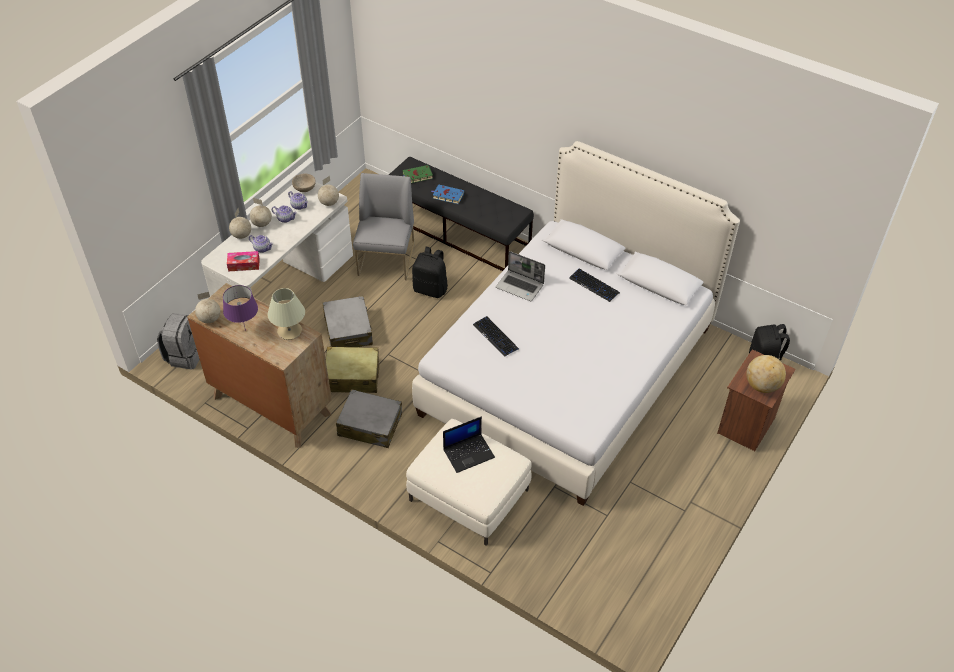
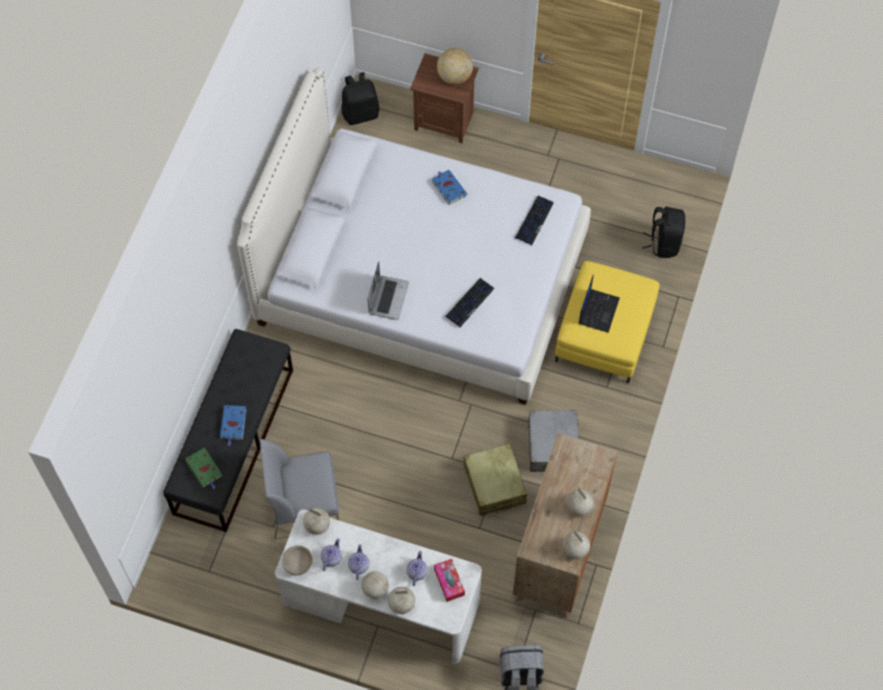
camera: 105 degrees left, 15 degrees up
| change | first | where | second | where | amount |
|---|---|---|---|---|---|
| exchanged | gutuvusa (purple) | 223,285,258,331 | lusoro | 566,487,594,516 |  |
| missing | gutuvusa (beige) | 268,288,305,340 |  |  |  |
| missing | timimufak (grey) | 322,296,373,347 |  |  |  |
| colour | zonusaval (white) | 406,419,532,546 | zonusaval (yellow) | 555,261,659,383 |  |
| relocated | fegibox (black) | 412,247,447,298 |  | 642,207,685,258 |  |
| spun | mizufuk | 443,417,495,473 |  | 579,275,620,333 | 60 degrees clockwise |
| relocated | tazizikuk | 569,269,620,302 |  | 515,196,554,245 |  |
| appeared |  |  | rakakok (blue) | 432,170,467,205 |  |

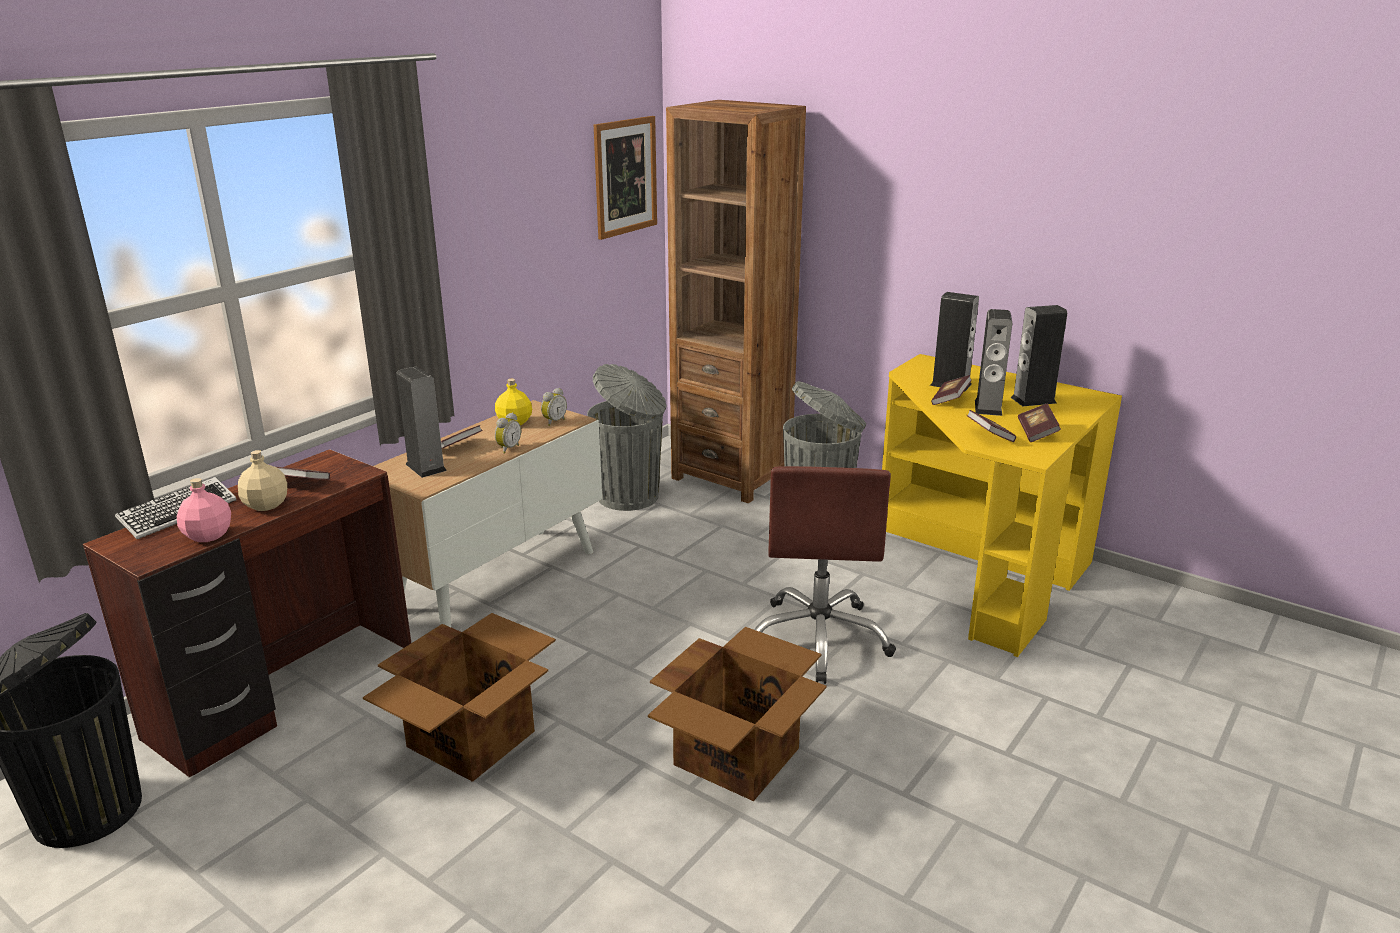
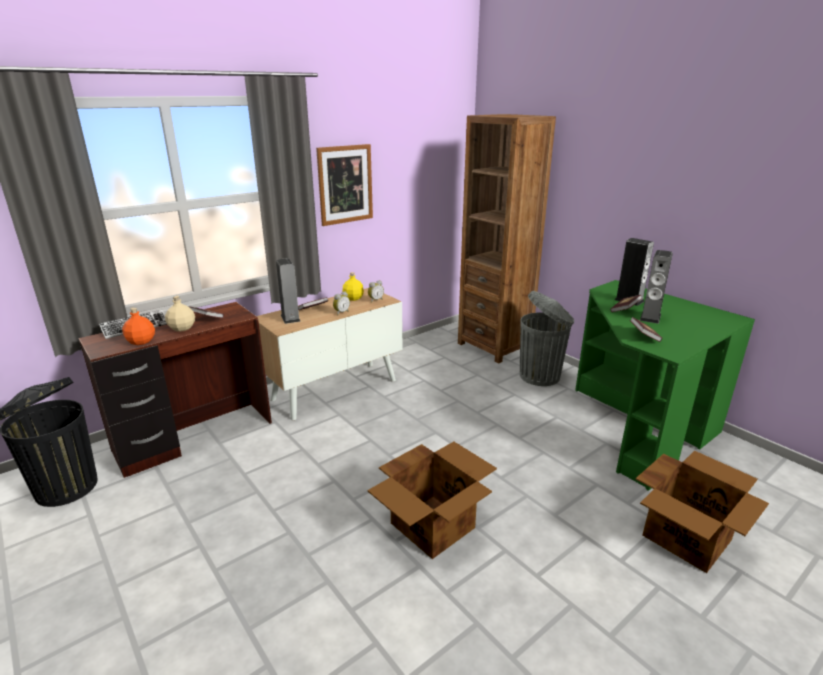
camera: 15 degrees right, 0 degrees up
| change | first | where | second | where | amount |
|---|---|---|---|---|---|
| colour | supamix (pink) | 176,478,231,542 | supamix (orange) | 122,308,155,345 |  |
| relocated | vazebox | 363,613,556,782 |  | 636,451,769,573 |  |
| missing | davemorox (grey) | 587,364,667,511 |  |  |  |
| relocated | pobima | 594,116,657,240 |  | 316,144,373,226 |  |
| missing | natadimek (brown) | 754,466,896,684 |  |  |  |
| colour | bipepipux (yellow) | 882,354,1122,657 | bipepipux (green) | 575,280,755,491 |  |
| missing | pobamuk | 1010,305,1067,406 |  |  |  |
| missing | rakakok | 1018,403,1061,442 |  |  |  |

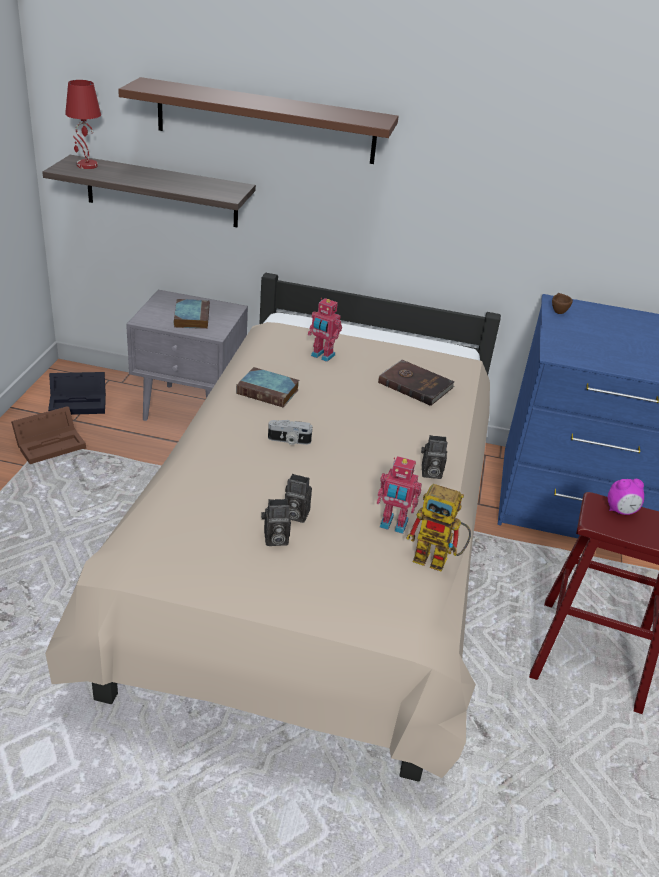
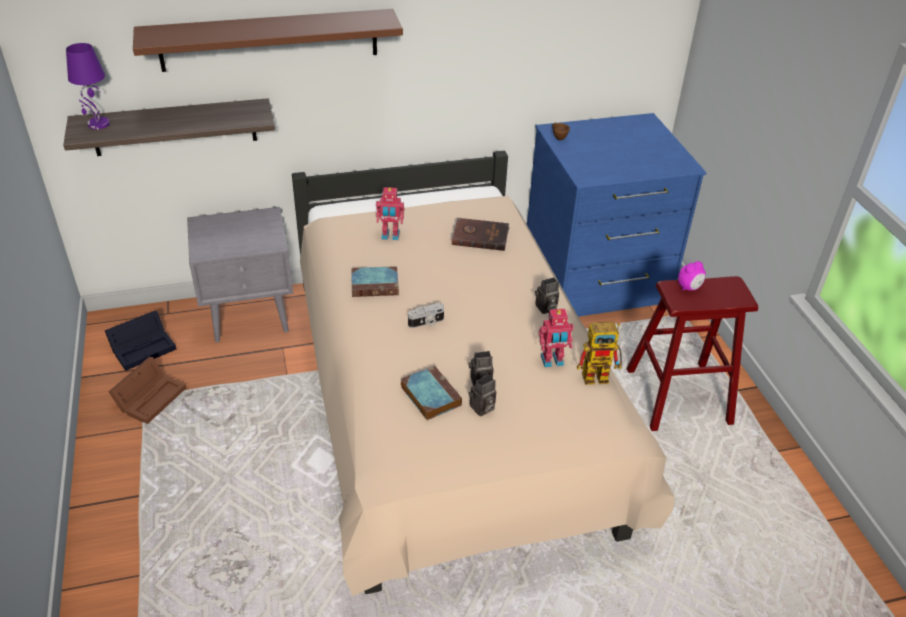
camera: 25 degrees left, 5 degrees up
| change | first | where | second | where | amount |
|---|---|---|---|---|---|
| colour | gutuvusa (red) | 65,80,101,169 | gutuvusa (purple) | 66,43,110,129 |  |
| relocated | rakakok | 174,299,210,329 |  | 401,366,462,420 |  |

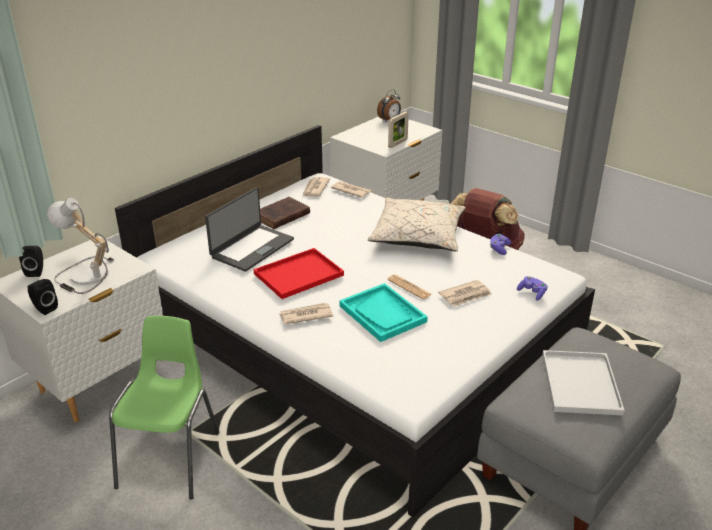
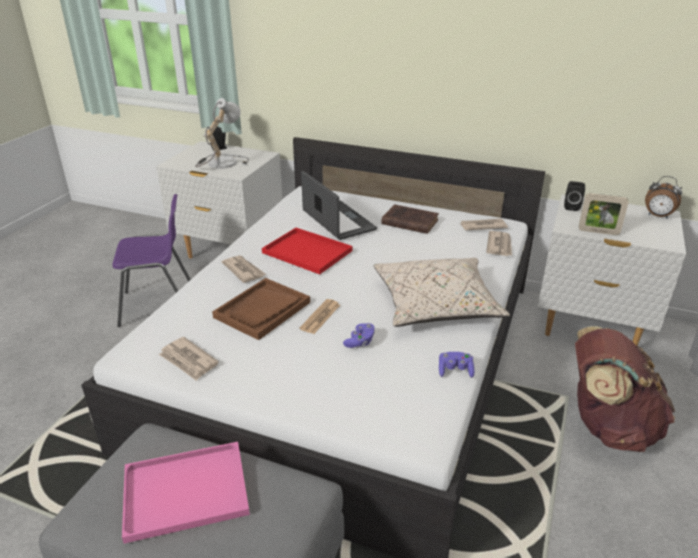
camera: 70 degrees right, 0 degrees up
| change | first | where | second | where | amount |
|---|---|---|---|---|---|
| relocated | pobamuk (black) | 28,279,58,315 |  | 564,181,585,211 |  |
| colour | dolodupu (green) | 109,316,219,500 | dolodupu (purple) | 112,194,191,327 |  |
| spun | mizufuk | 205,187,294,272 |  | 301,171,377,240 | 135 degrees counterclockwise |
| colour | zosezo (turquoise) | 339,283,428,342 | zosezo (brown) | 212,278,310,340 |  |
| relocated | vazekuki | 438,280,491,306 |  | 159,337,219,381 |  |
| relocated | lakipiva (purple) | 517,276,548,300 |  | 343,323,375,348 |  |
| colour | zosezo (white) | 542,350,624,415 | zosezo (pink) | 122,442,250,544 |  |

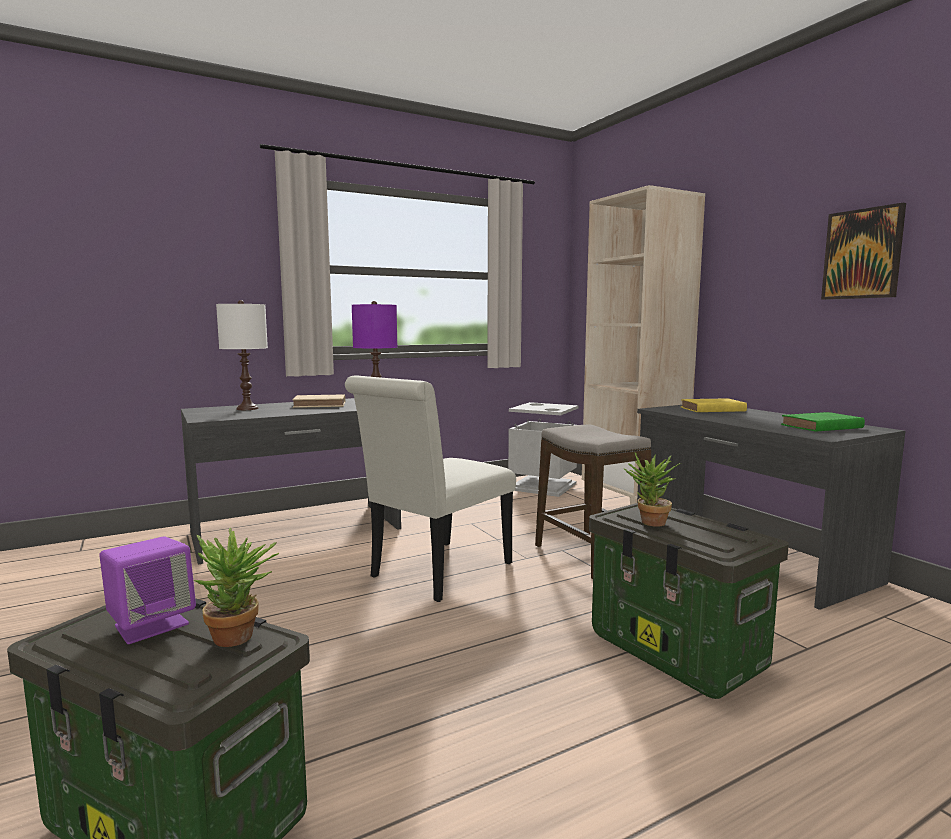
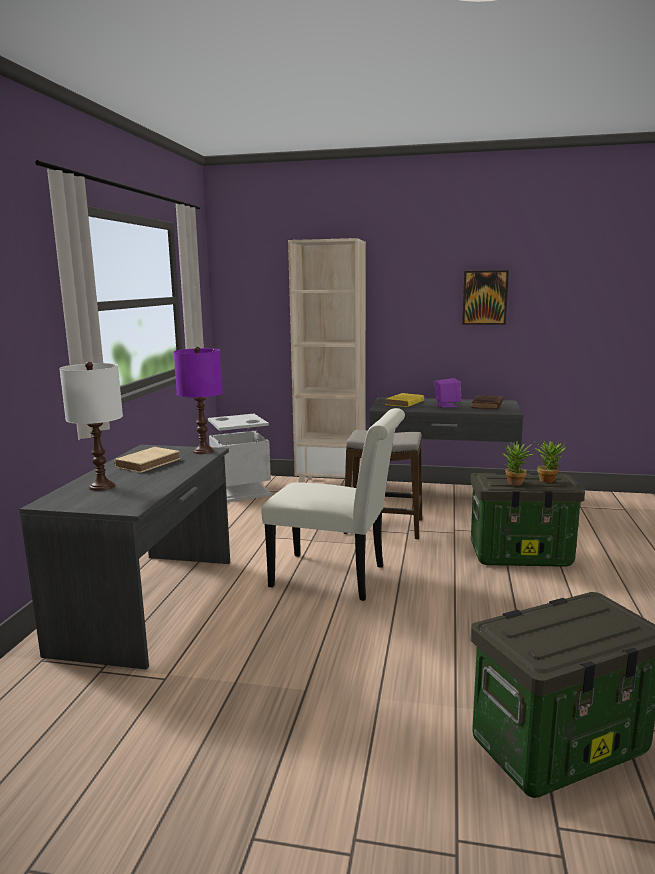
camera: 50 degrees left, 5 degrees up
| change | first | where | second | where | amount |
|---|---|---|---|---|---|
| relocated | pobamuk (purple) | 99,536,196,644 |  | 435,378,461,408 |  |
| relocated | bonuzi | 194,528,279,647 |  | 535,441,566,483 |  |
| spun | dolodupu (white) | 345,375,516,602 |  | 261,408,405,601 | 60 degrees counterclockwise |
| colour | rakakok (green) | 781,412,865,432 | rakakok (brown) | 471,395,503,409 |  |

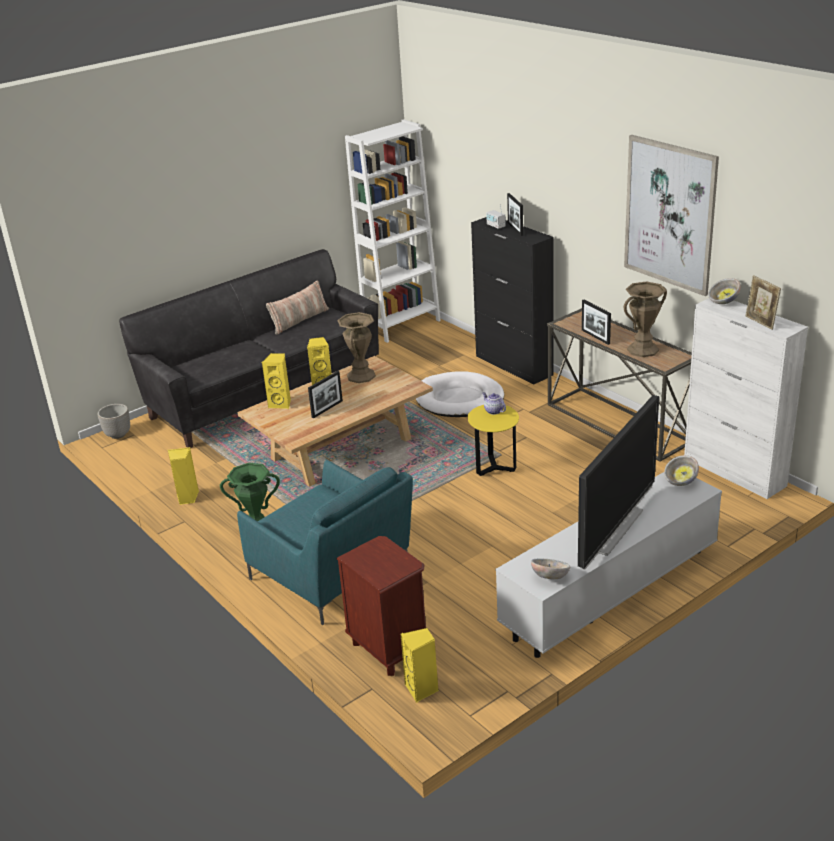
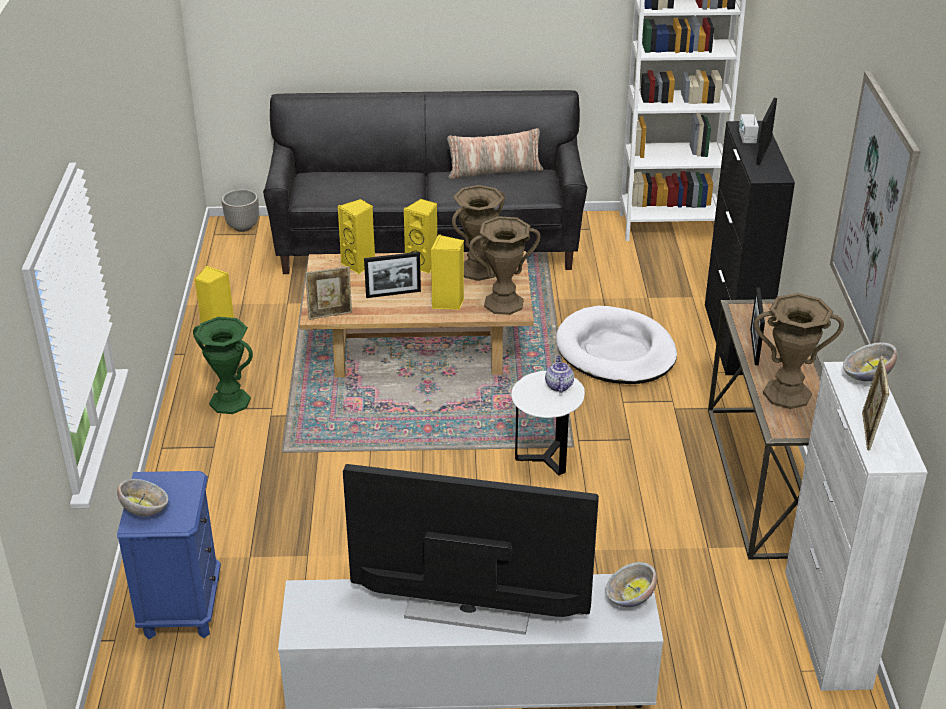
camera: 35 degrees right, 5 degrees up
| change | first | where | second | where | amount |
|---|---|---|---|---|---|
| missing | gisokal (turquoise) | 237,460,413,625 |  |  |  |
| colour | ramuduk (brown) | 336,536,426,676 | ramuduk (blue) | 117,471,221,640 |  |
| relocated | pobamuk (yellow) | 401,628,438,703 |  | 431,234,464,310 |  |
| colour | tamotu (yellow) | 468,405,519,476 | tamotu (white) | 511,371,585,475 |  |
| relocated | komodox | 531,559,570,579 |  | 117,479,168,516 |  |
| spun | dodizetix | 578,395,659,570 |  | 343,464,599,635 | 150 degrees counterclockwise |
| appeared |  |  | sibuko | 305,266,352,320 |  |
| appeared |  |  | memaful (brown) | 469,216,541,315 |  |

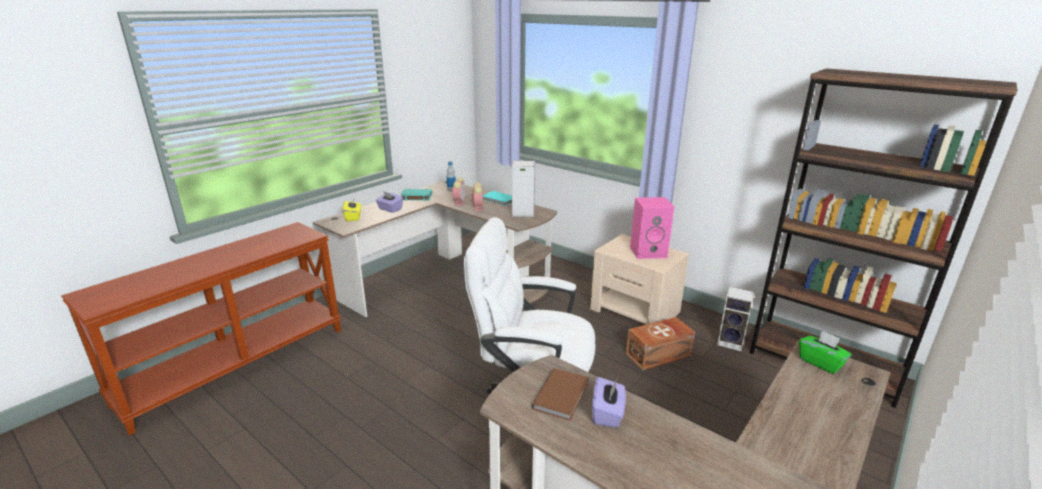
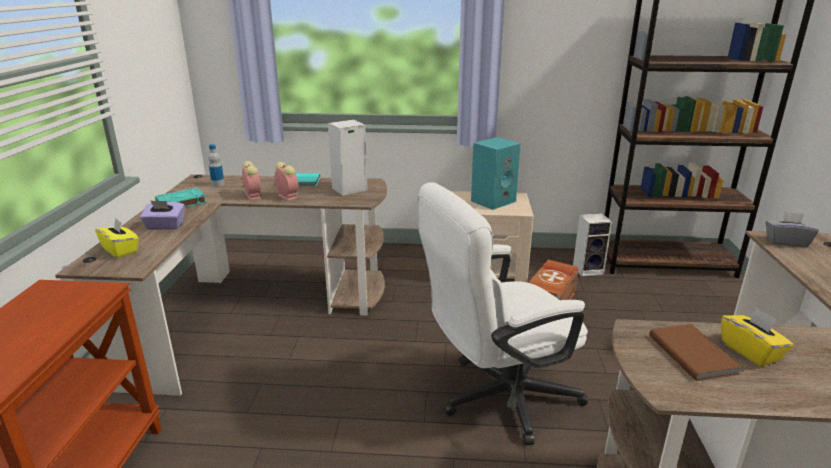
camera: 35 degrees left, 0 degrees up
| change | first | where | second | where | amount |
|---|---|---|---|---|---|
| colour | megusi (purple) | 592,377,626,428 | megusi (yellow) | 721,308,793,367 |  |
| colour | pobamuk (pink) | 630,197,674,259 | pobamuk (turquoise) | 471,137,521,210 |  |
| colour | megusi (green) | 799,330,852,374 | megusi (grey) | 766,211,819,247 |  |

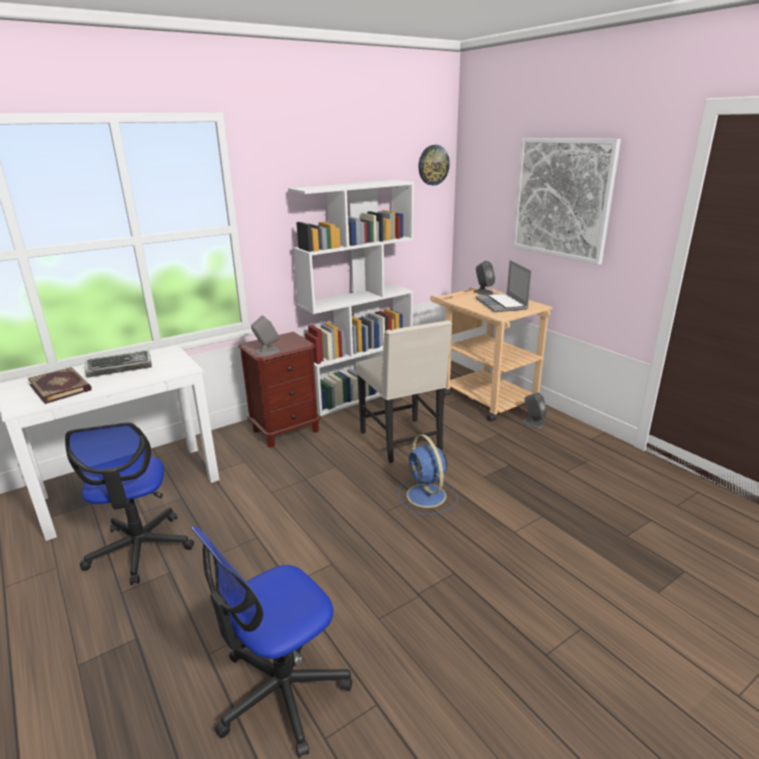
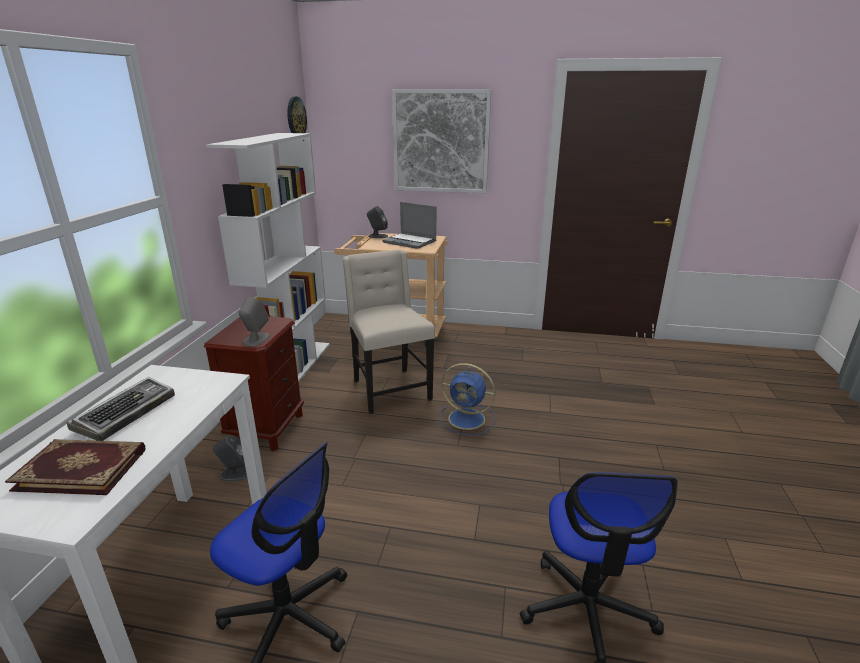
camera: 45 degrees left, 0 degrees up
| change | first | where | second | where | amount |
|---|---|---|---|---|---|
| spun | dolodupu (beige) | 356,320,452,463 |  | 342,250,435,414 | 135 degrees counterclockwise |
| relocated | pobamuk (grey) | 522,392,547,428 |  | 213,435,247,481 |  |

